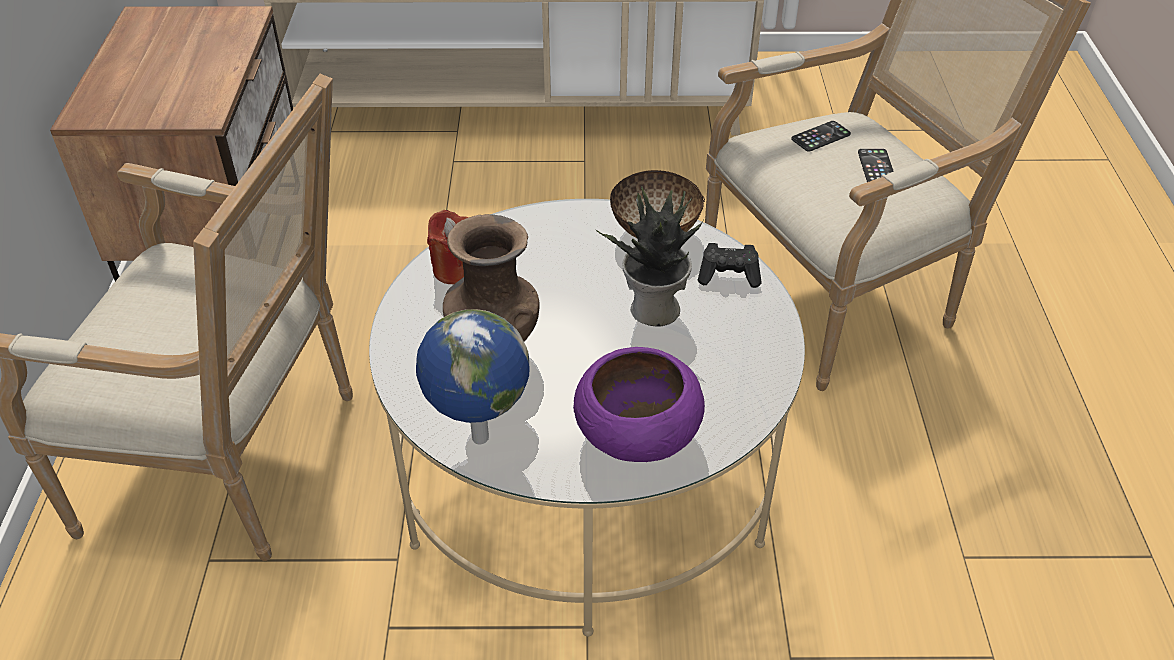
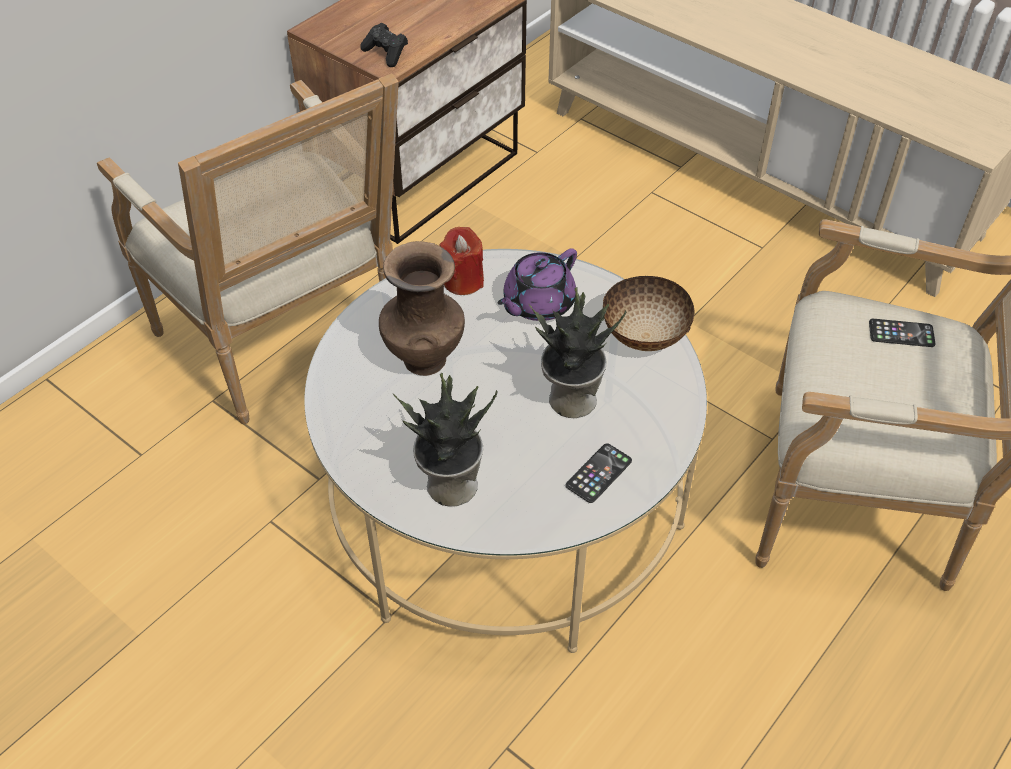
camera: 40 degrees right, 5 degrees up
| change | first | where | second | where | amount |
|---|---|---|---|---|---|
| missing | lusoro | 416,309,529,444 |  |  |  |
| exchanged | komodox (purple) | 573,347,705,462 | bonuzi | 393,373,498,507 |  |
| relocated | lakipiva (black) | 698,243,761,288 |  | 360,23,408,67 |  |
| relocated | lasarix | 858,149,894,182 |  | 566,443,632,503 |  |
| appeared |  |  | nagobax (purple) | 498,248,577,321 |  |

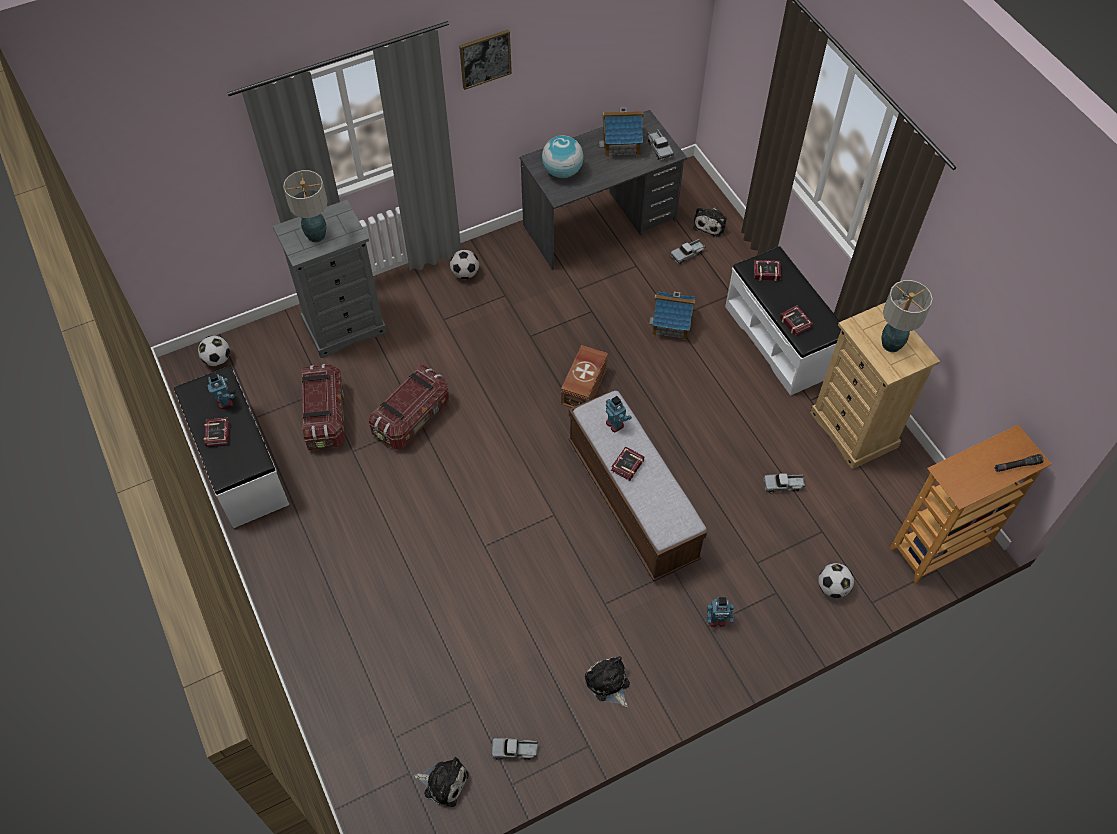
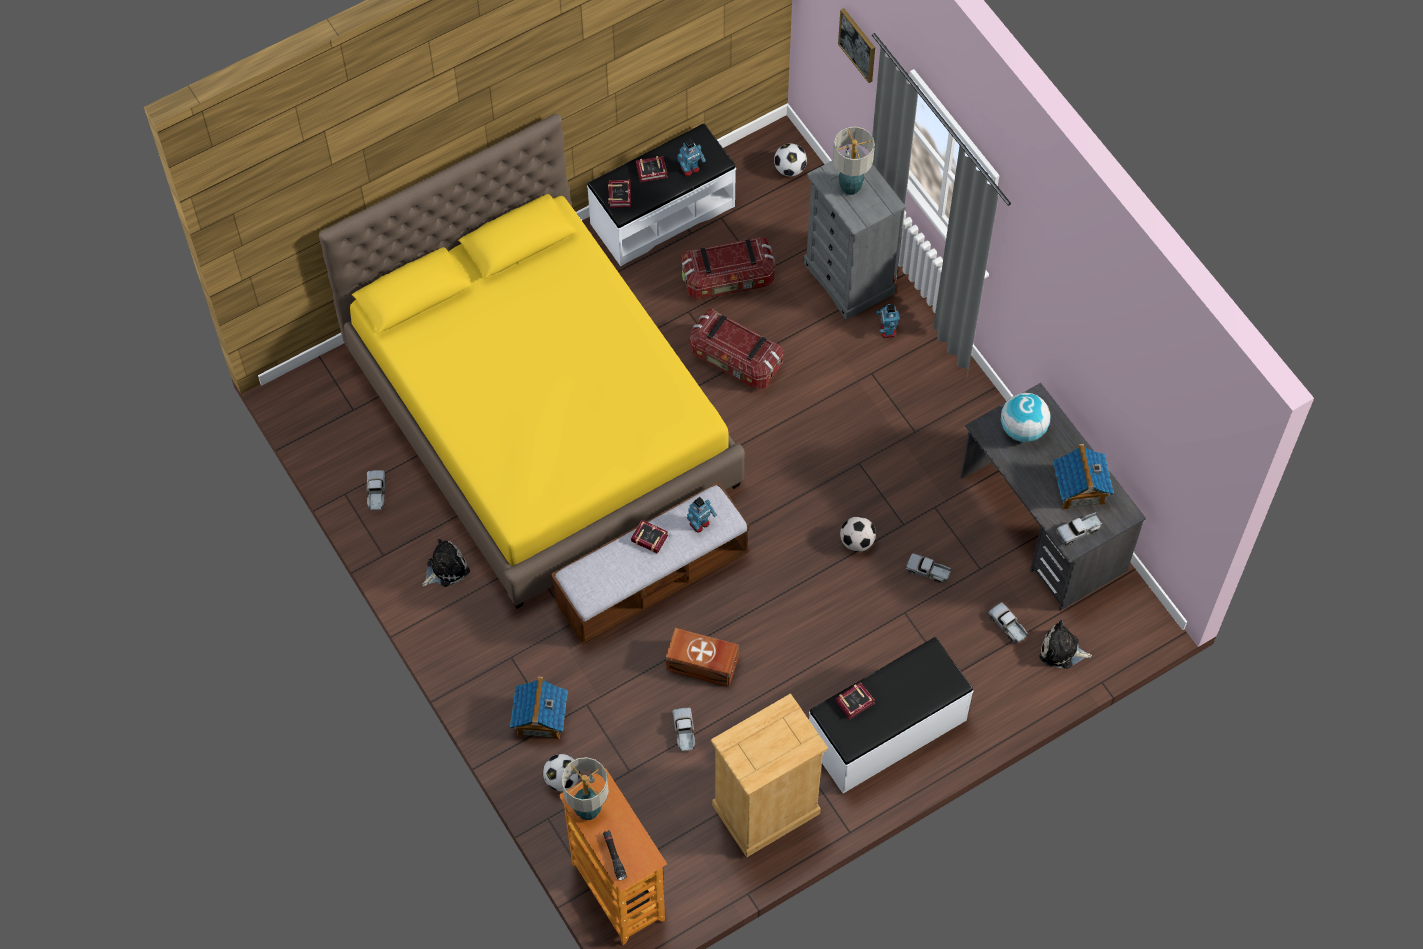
camera: 85 degrees right, 5 degrees up
| change | first | where | second | where | amount |
|---|---|---|---|---|---|
| missing | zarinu | 414,757,468,807 |  |  |  |
| relocated | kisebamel | 450,250,479,279 |  | 840,516,876,552 |  |
| relocated | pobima | 459,30,512,90 |  | 838,8,875,83 |  |
| relocated | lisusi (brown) | 561,345,608,408 |  | 666,628,739,687 |  |
| relocated | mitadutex | 649,291,695,340 |  | 510,676,568,739 |  |
| relocated | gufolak | 707,597,734,627 |  | 877,304,900,338 |  |
| relocated | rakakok | 754,260,781,281 |  | 608,180,631,208 |  |
| relocated | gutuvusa | 881,280,933,352 |  | 561,757,609,820 |  |
| appeared |  |  | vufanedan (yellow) | 319,114,745,609 |  |
| appeared |  |  | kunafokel | 906,553,951,583 |  |

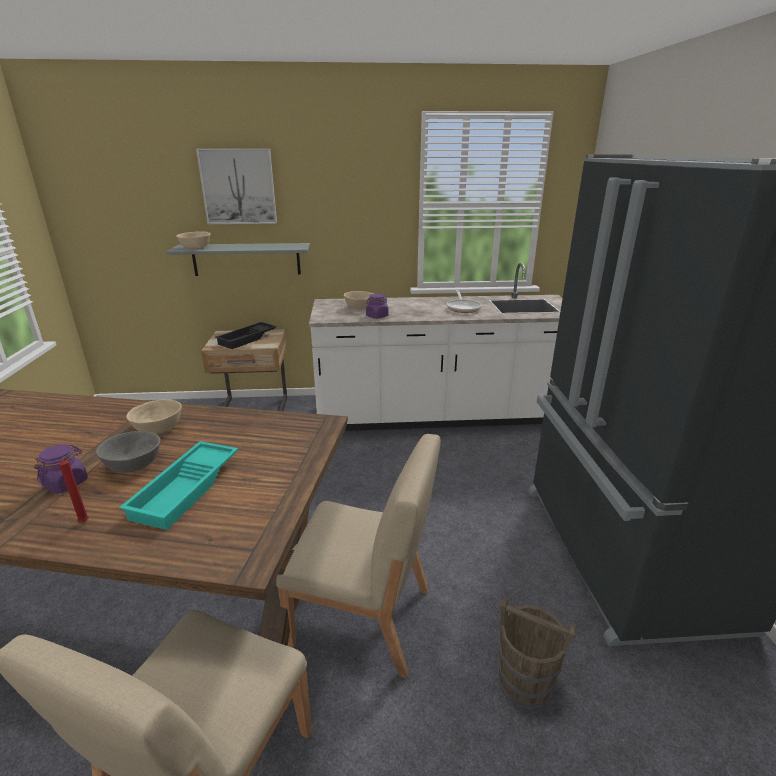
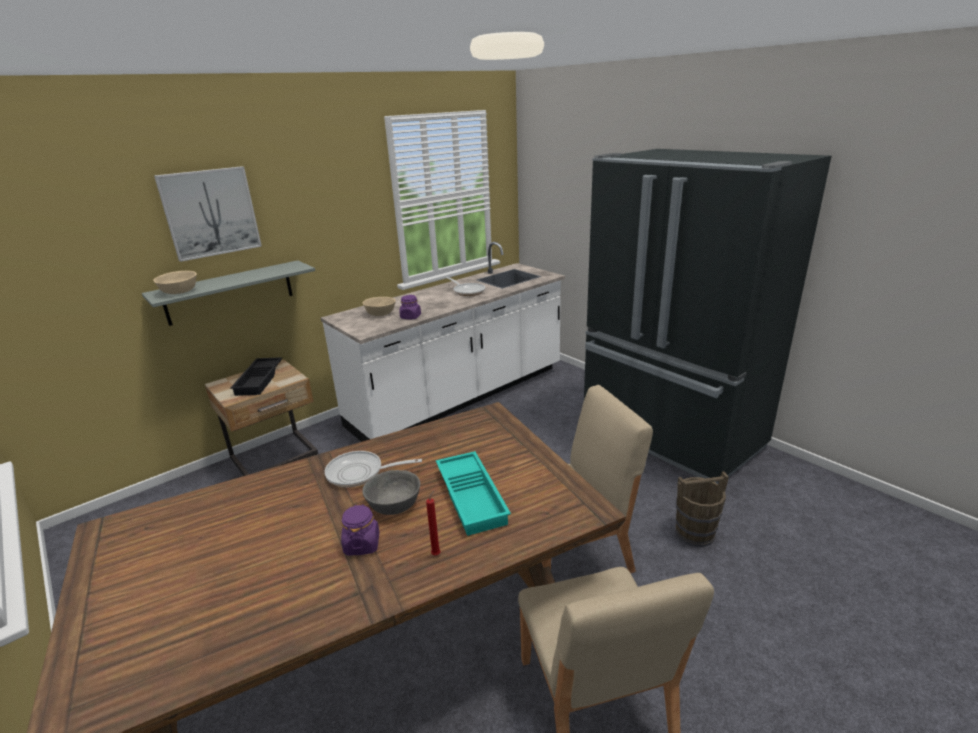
camera: 35 degrees left, 0 degrees up
| change | first | where | second | where | amount |
|---|---|---|---|---|---|
| exchanged | komodox (beige) | 126,399,182,434 | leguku | 325,451,422,487 |  |

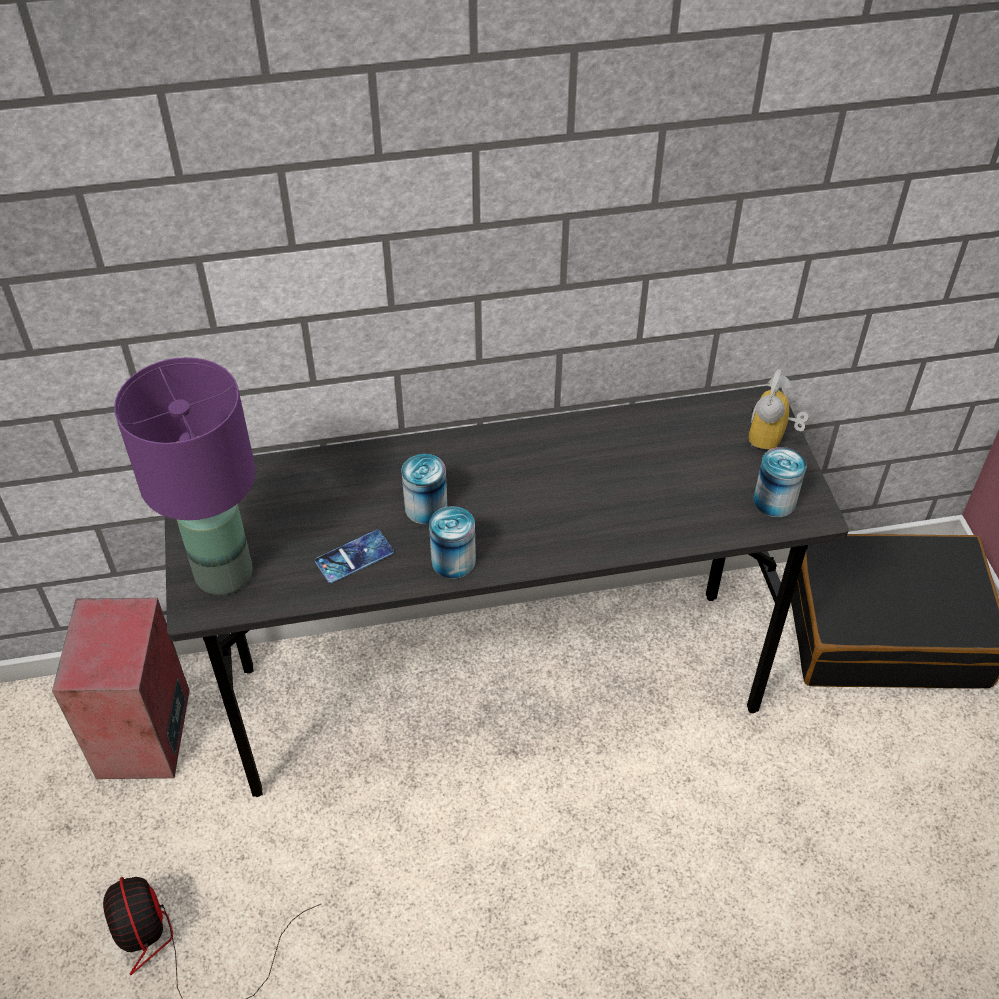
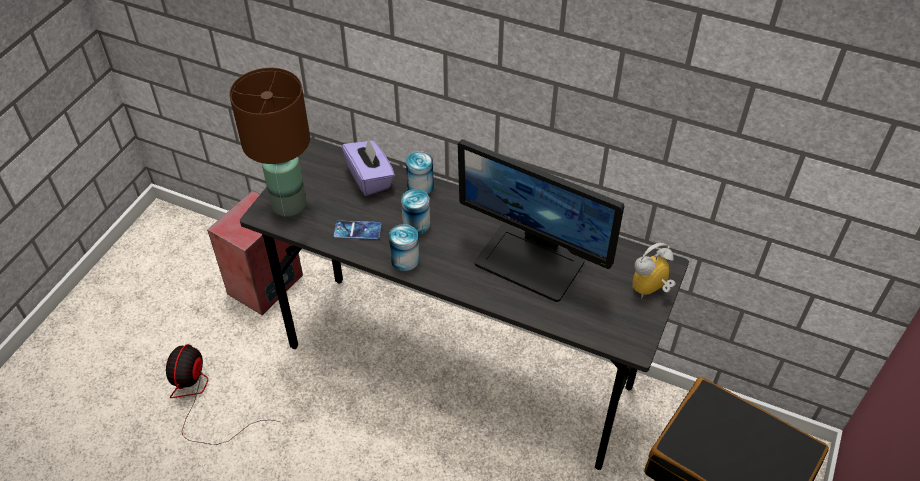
camera: 35 degrees right, 0 degrees up
| change | first | where | second | where | amount |
|---|---|---|---|---|---|
| colour | gutuvusa (purple) | 114,357,255,595 | gutuvusa (brown) | 229,68,310,217 |  |
| relocated | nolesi | 753,447,807,518 |  | 406,151,434,194 |  |
| appeared |  |  | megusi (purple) | 342,138,395,196 |  |
| appeared |  |  | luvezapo | 458,139,624,302 |  |

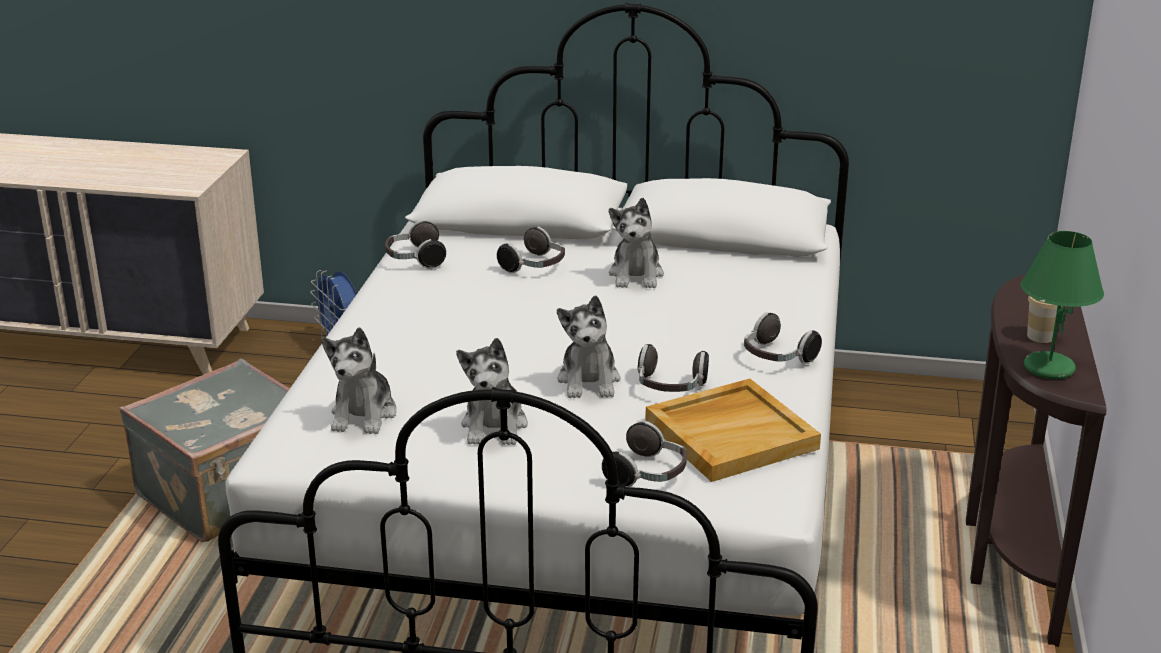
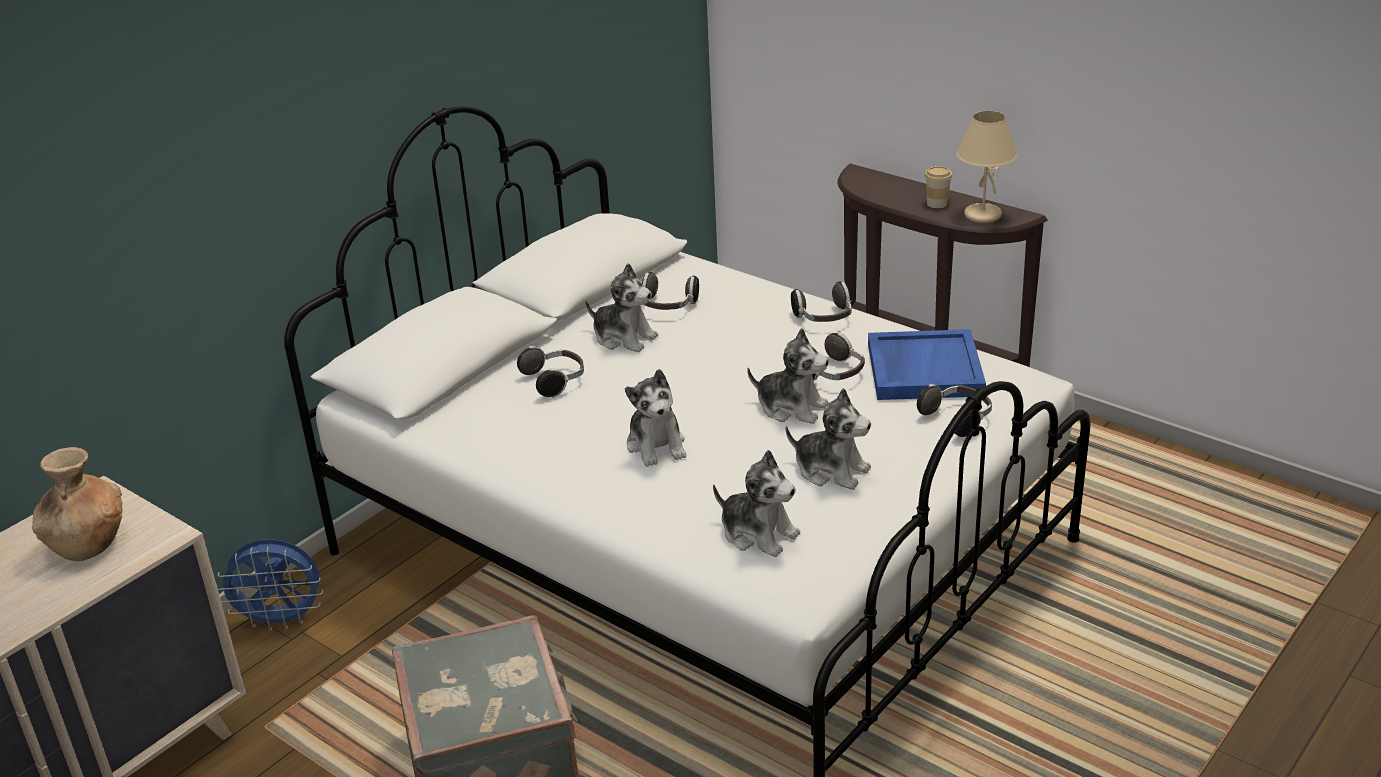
camera: 60 degrees left, 5 degrees up
| change | first | where | second | where | amount |
|---|---|---|---|---|---|
| relocated | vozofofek | 385,220,446,269 |  | 642,272,699,310 |  |
| colour | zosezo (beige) | 645,379,821,482 | zosezo (blue) | 868,329,986,400 |  |
| colour | gutuvusa (green) | 1021,231,1104,379 | gutuvusa (beige) | 957,111,1017,223 |  |
| appeared |  |  | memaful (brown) | 32,447,123,561 |  |
| appeared |  |  | zarinu | 625,369,686,467 |  |

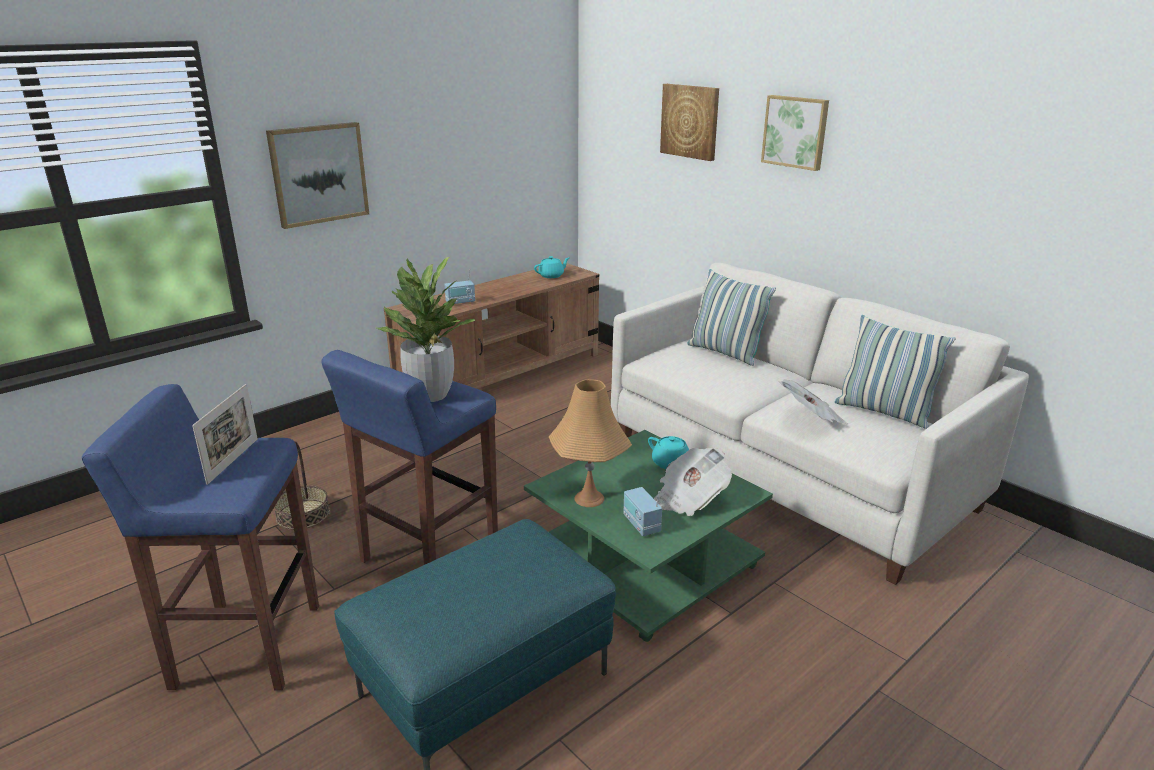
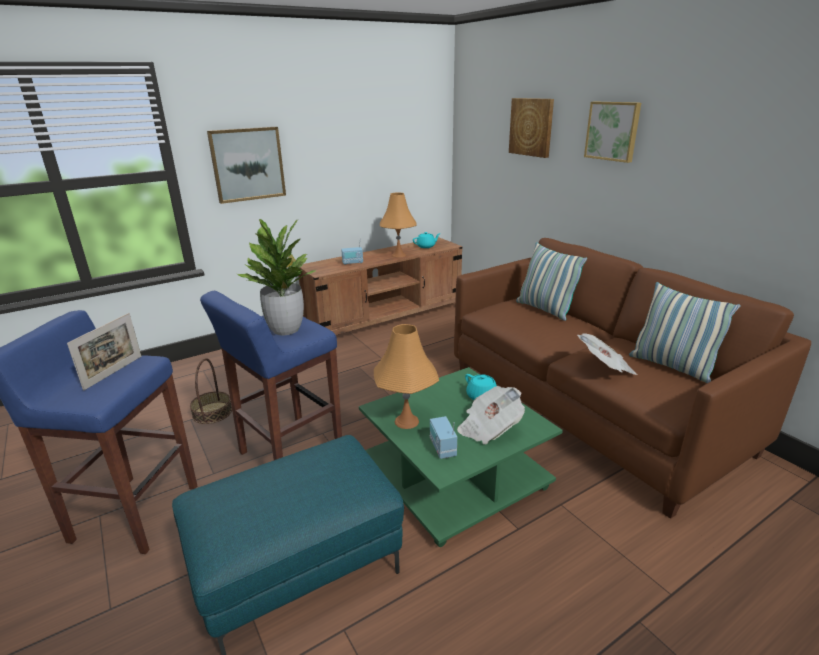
camera: 10 degrees right, 0 degrees up
| change | first | where | second | where | amount |
|---|---|---|---|---|---|
| colour | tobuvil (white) | 611,263,1029,585 | tobuvil (brown) | 454,238,811,519 |  |
| appeared |  |  | gutuvusa (orange) | 380,192,417,258 |  |

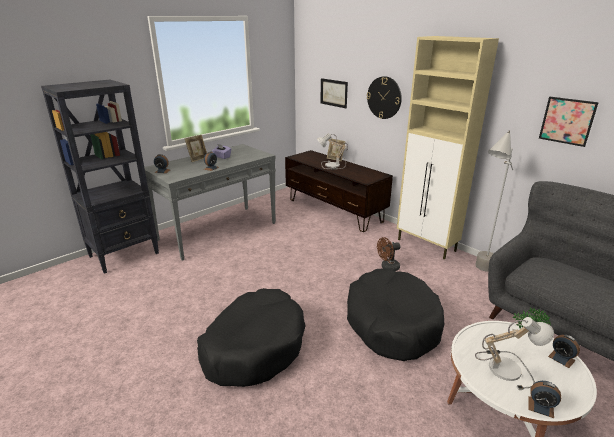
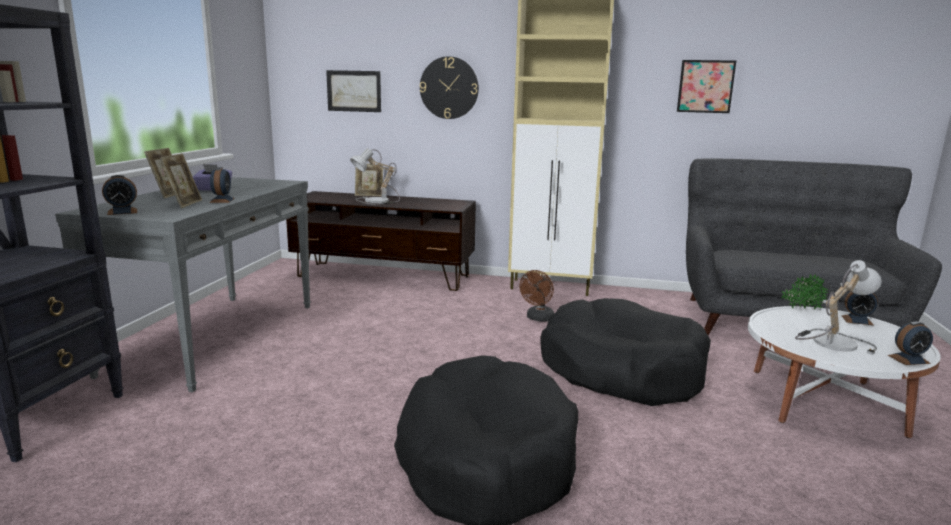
camera: 35 degrees left, 10 degrees down
| change | first | where | second | where | amount |
|---|---|---|---|---|---|
| missing | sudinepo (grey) | 475,131,513,272 |  |  |  |
| appeared |  |  | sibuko | 159,153,202,208 |  |

